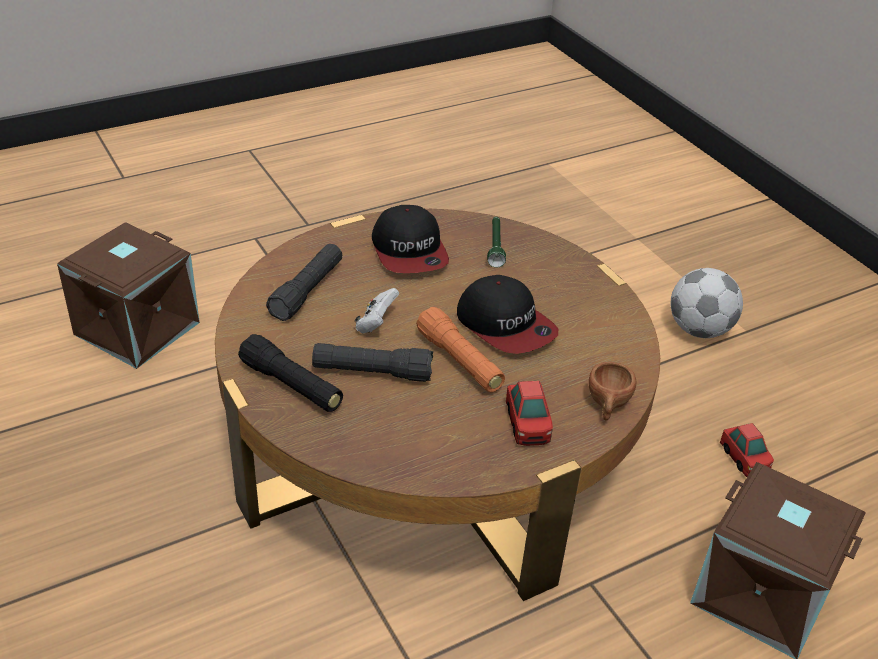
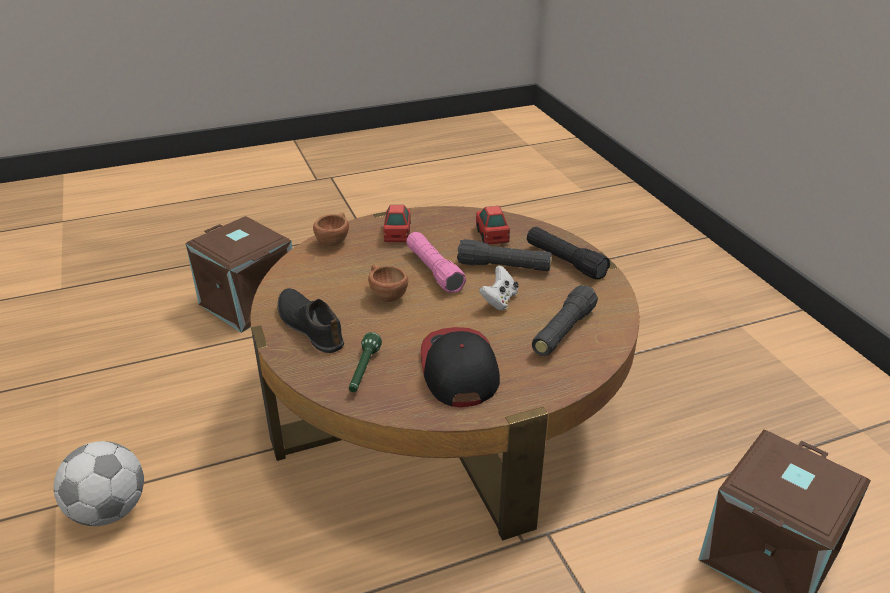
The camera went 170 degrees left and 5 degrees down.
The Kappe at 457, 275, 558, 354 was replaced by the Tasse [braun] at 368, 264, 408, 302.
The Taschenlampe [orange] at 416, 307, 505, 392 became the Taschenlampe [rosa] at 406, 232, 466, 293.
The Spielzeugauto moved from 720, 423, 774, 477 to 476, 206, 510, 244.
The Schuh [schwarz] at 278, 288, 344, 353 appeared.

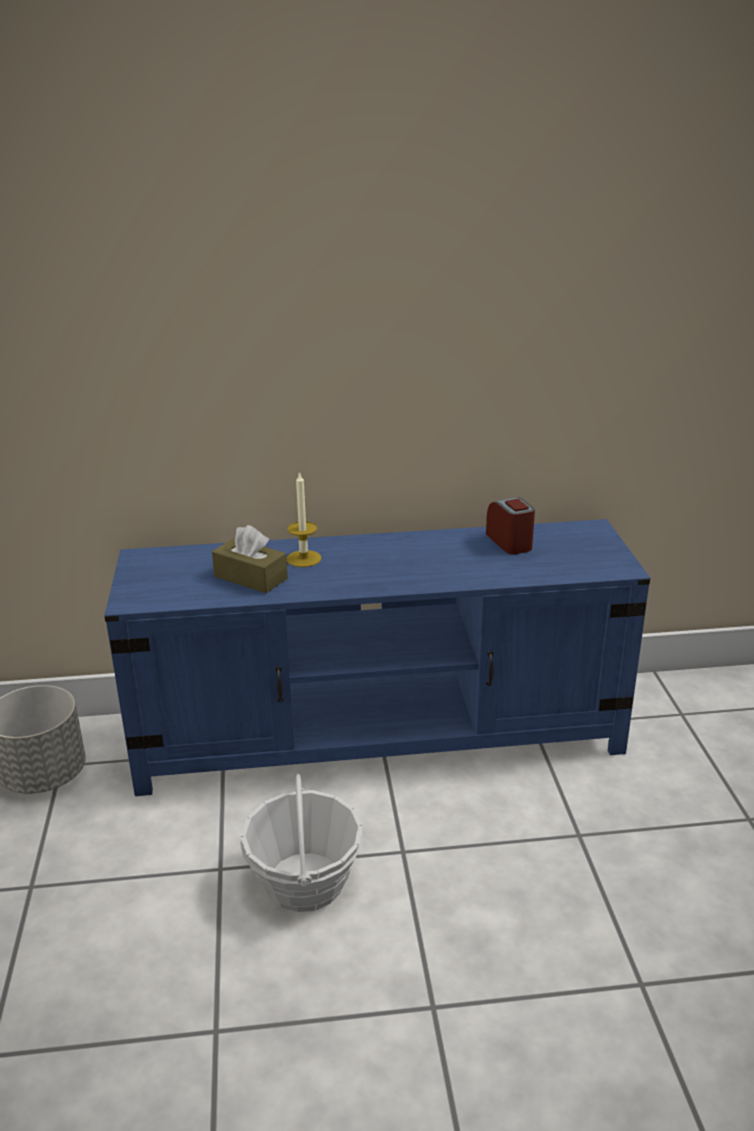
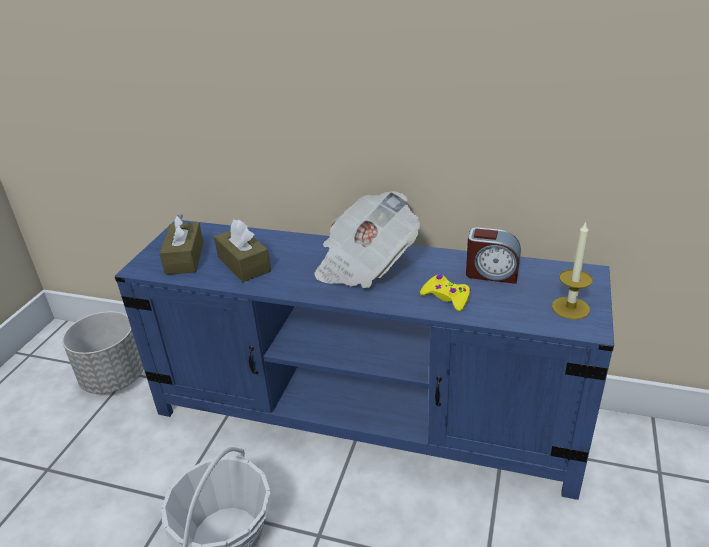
The camera went 25 degrees right and 5 degrees up.
The Kerze moved from 287, 471, 321, 567 to 552, 222, 593, 320.
The Wecker at 486, 498, 535, 555 turned 105 degrees clockwise.
The Zeitung at 314, 191, 420, 288 appeared.
The Taschentuchbox [braun] at 159, 214, 204, 275 appeared.
The Gamepad [gelb] at 420, 275, 471, 312 appeared.

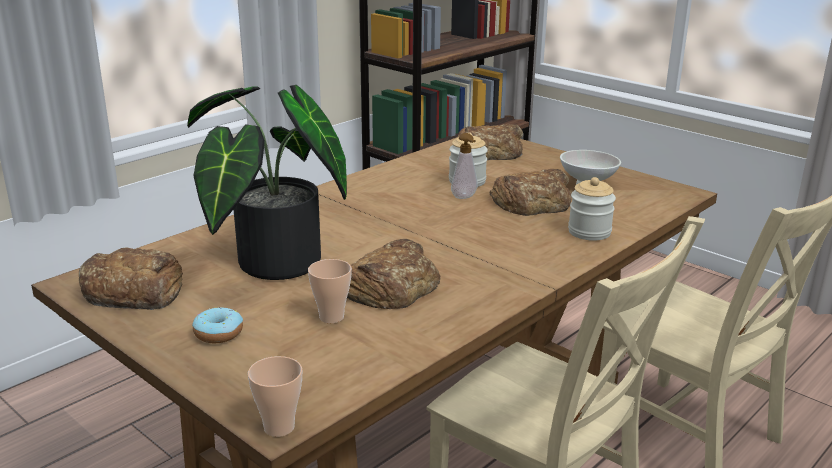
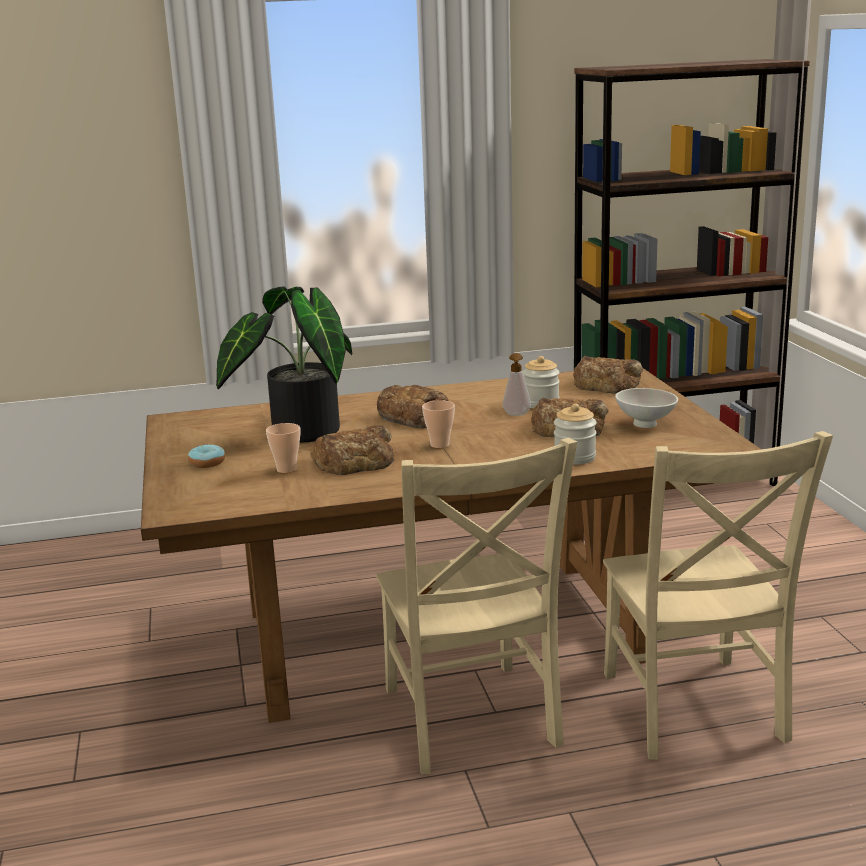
The camera went 35 degrees right and 5 degrees down.
The Brot moved from 79, 247, 183, 310 to 377, 385, 449, 429.
The Tasse moved from 248, 356, 302, 437 to 422, 400, 455, 448.

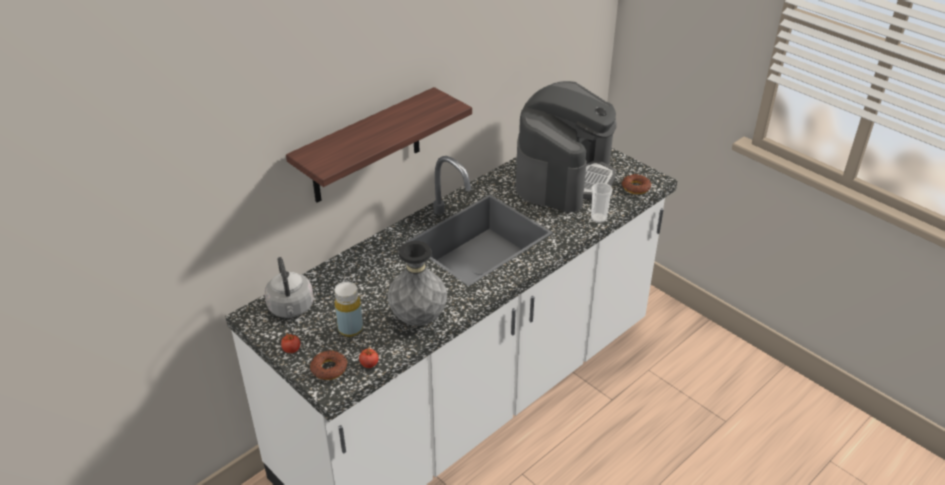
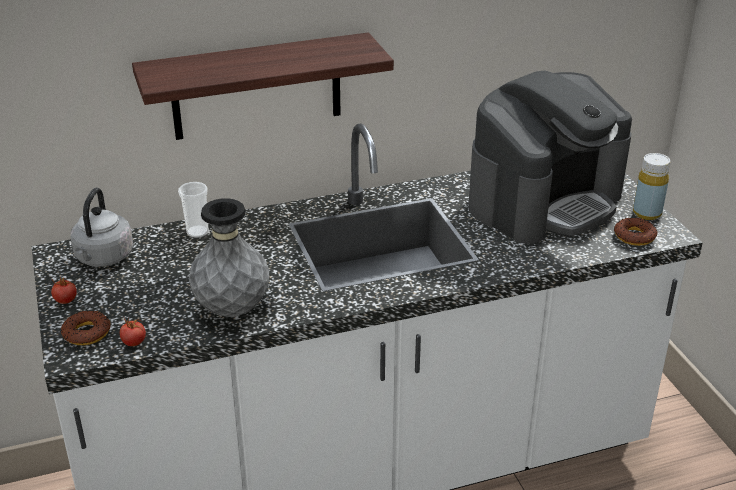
The camera went 25 degrees right and 5 degrees down.
The Tasse moved from 591, 183, 613, 223 to 178, 182, 209, 238.
The Flasche [gelb] moved from 334, 282, 363, 337 to 633, 153, 670, 220.

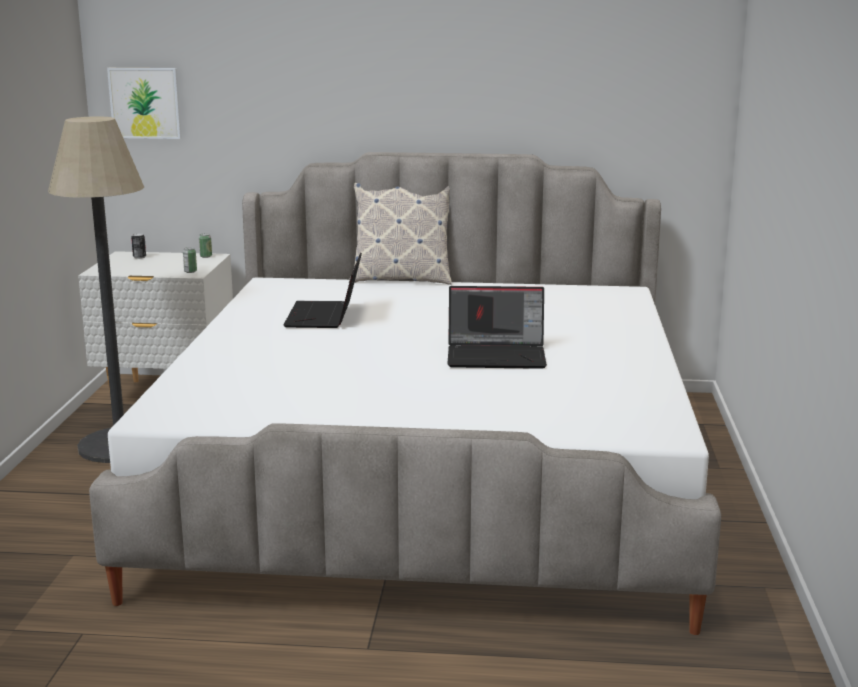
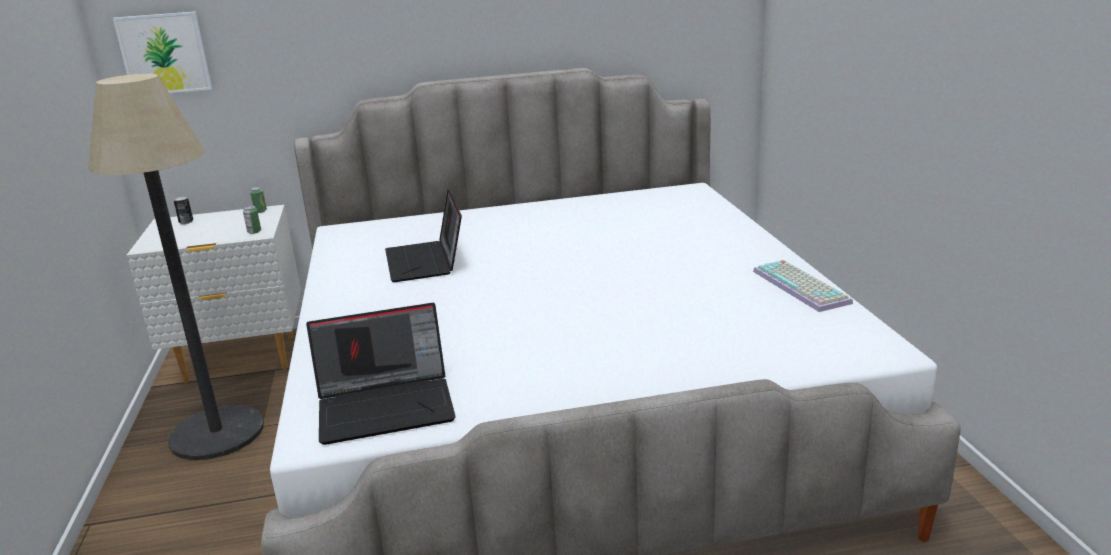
The camera went 15 degrees left and 5 degrees up.
The Kissen at 349, 183, 452, 285 disappeared.
The Laptop moved from 447, 286, 547, 369 to 306, 303, 456, 445.
The Tastatur at 753, 260, 853, 312 appeared.

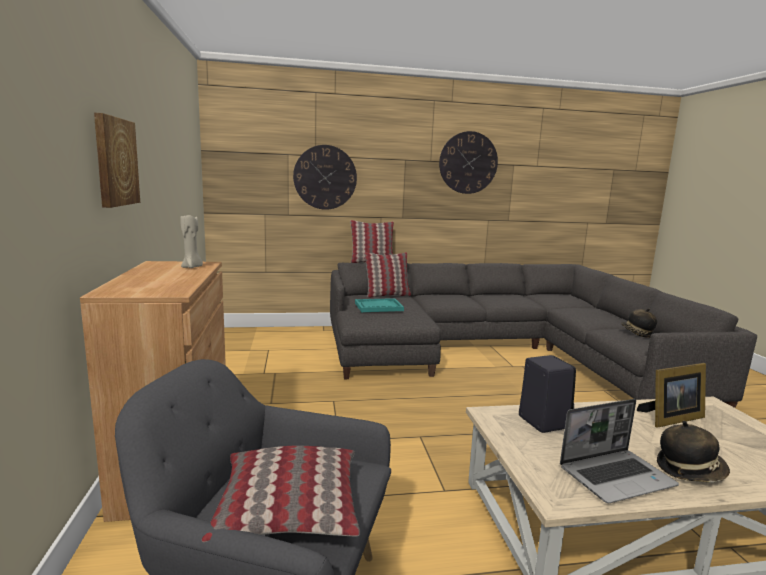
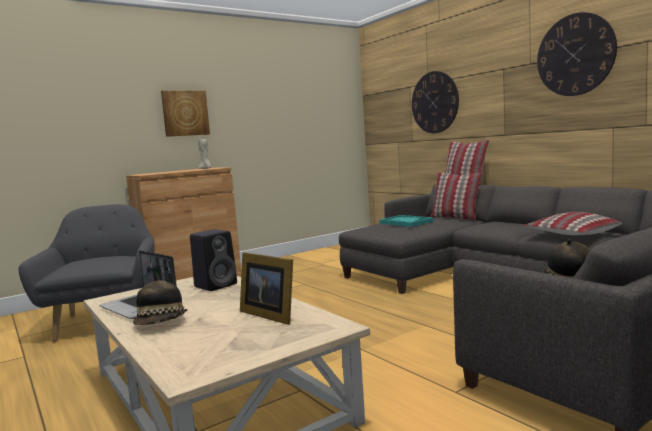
The camera went 65 degrees right and 5 degrees down.
The Kissen moved from 202, 446, 360, 542 to 524, 212, 622, 235.

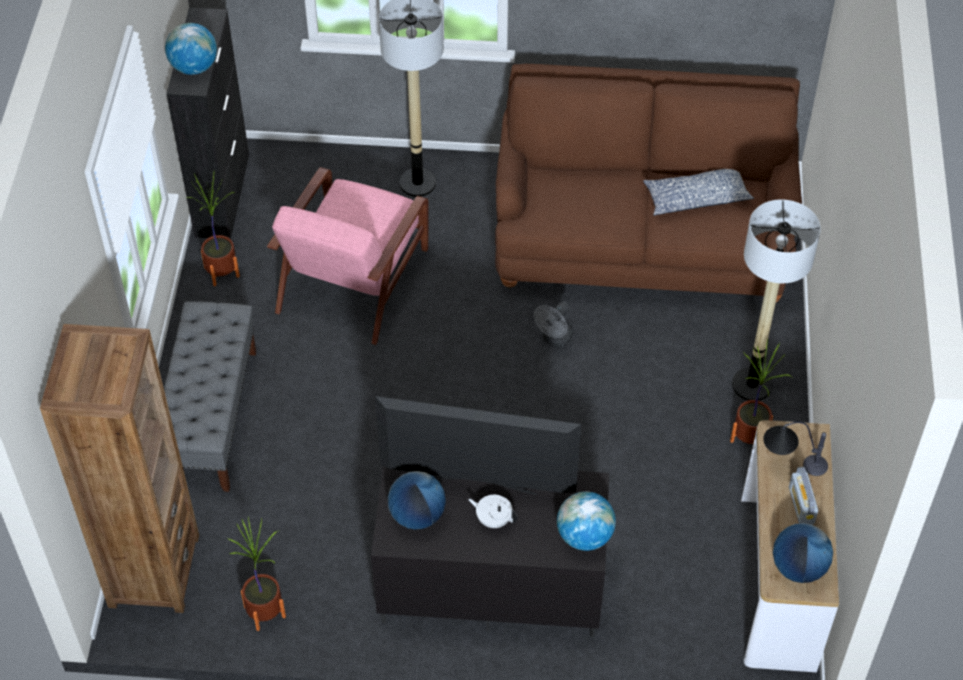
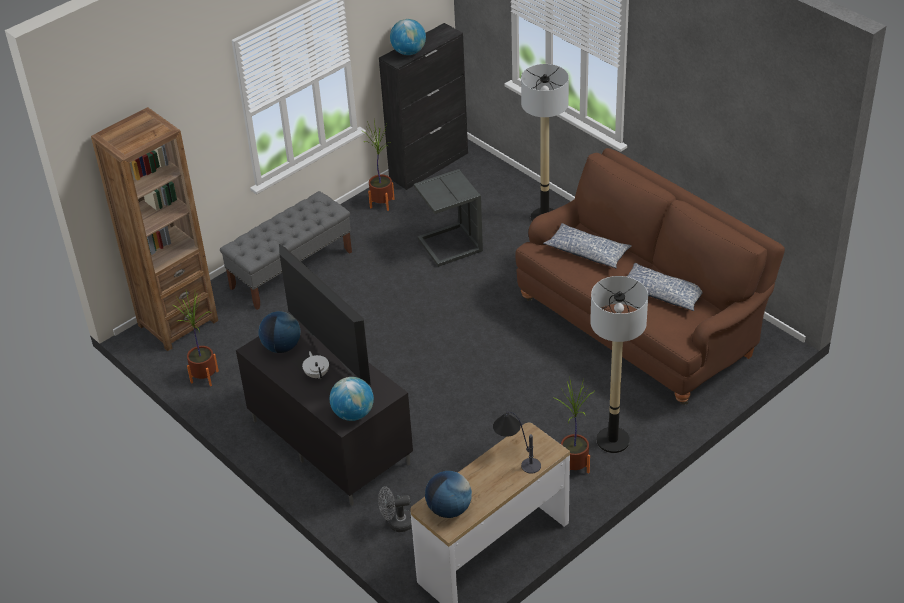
The camera went 45 degrees right and 10 degrees down.
The Sessel [rosa] at 267, 167, 428, 345 was replaced by the Beistelltisch [grau] at 414, 169, 483, 267.
The Ventilator [grau] moved from 534, 301, 573, 347 to 378, 486, 412, 532.
The Radio at 789, 467, 818, 525 disappeared.
The Kissen at 543, 223, 632, 268 appeared.

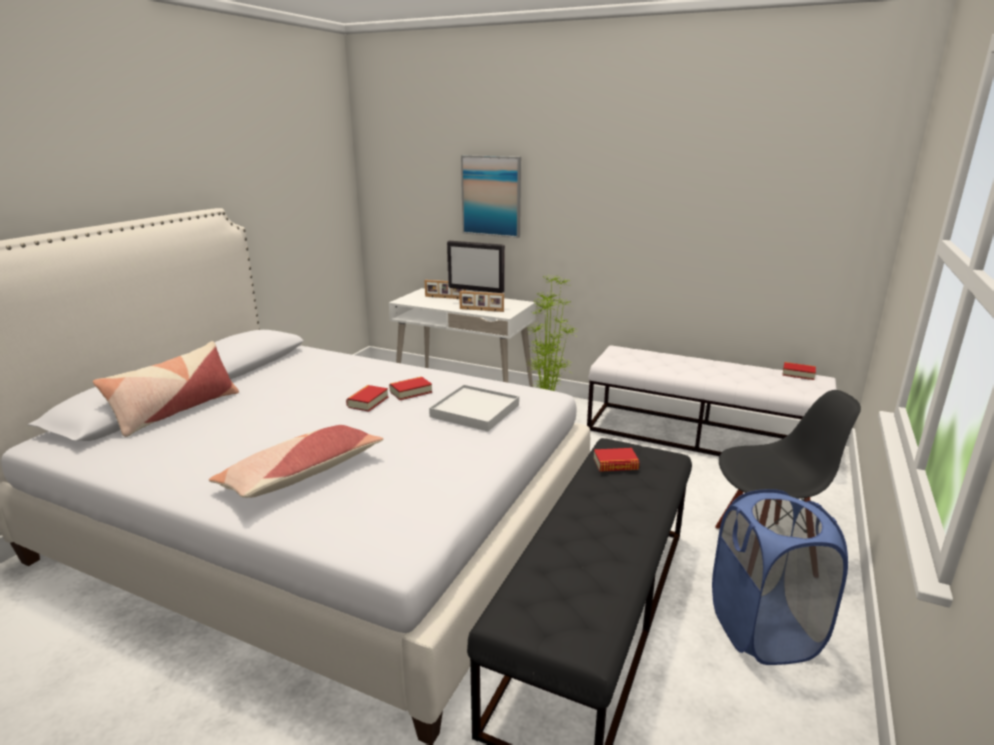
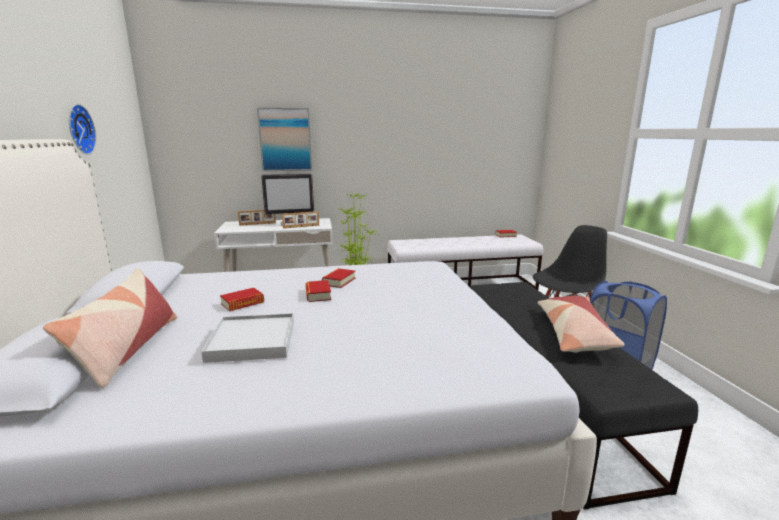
The camera went 35 degrees left and 5 degrees down.
The Tablett [weiß] moved from 429, 384, 519, 431 to 201, 313, 294, 363.
The Kissen moved from 209, 425, 383, 498 to 538, 296, 625, 353.
The Buch moved from 593, 448, 639, 472 to 220, 288, 264, 311.
The Wanduhr at 69, 104, 96, 155 appeared.

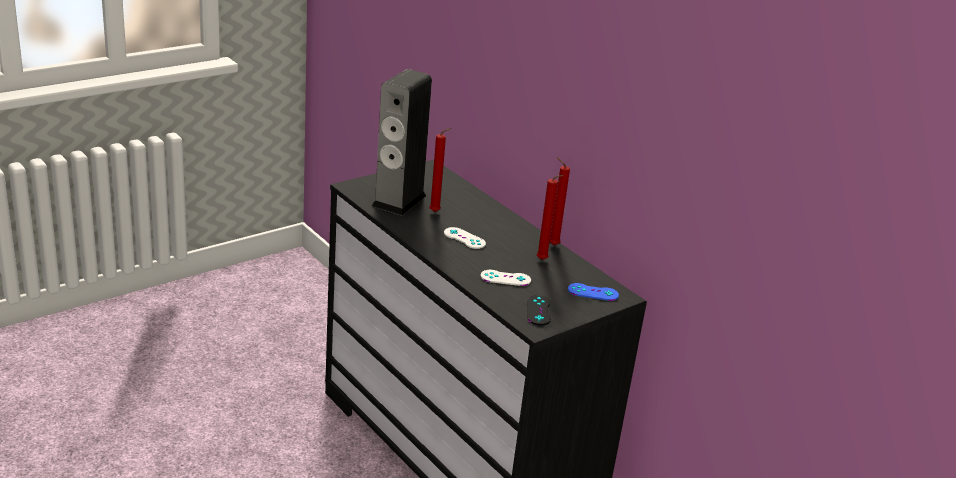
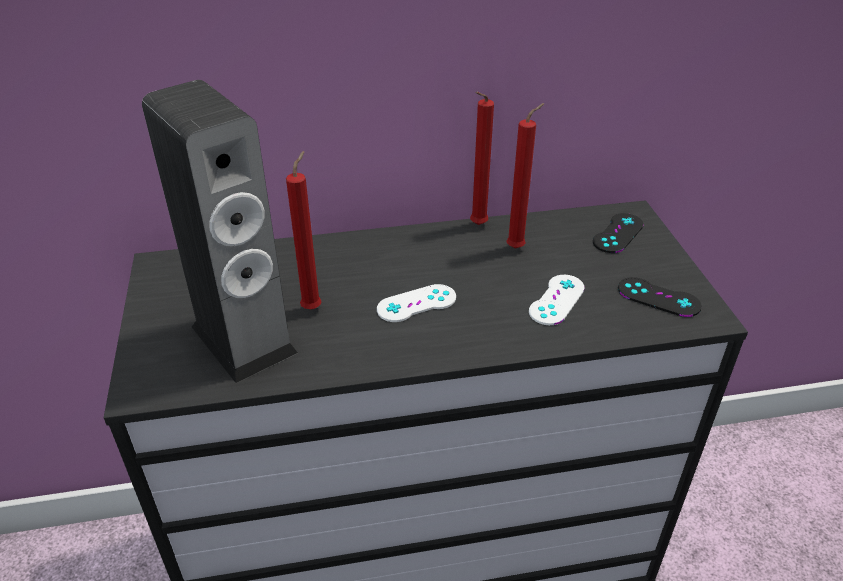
The camera went 60 degrees left and 10 degrees up.
The Gamepad [blau] at 568, 283, 619, 301 became the Gamepad [schwarz] at 593, 213, 644, 253.

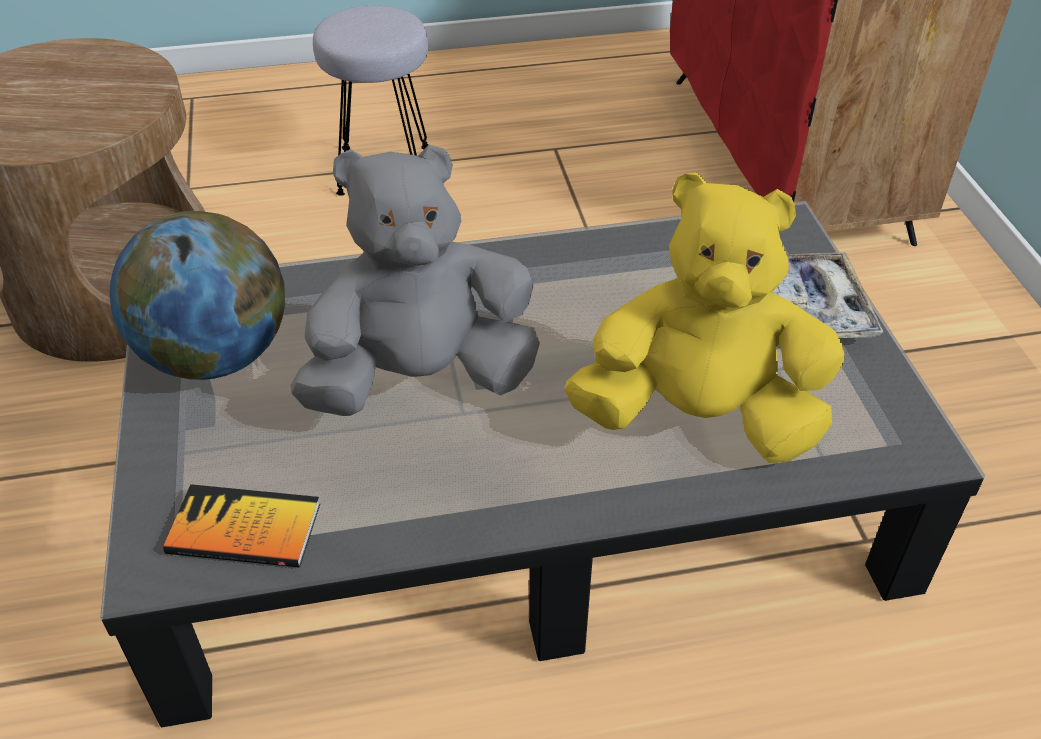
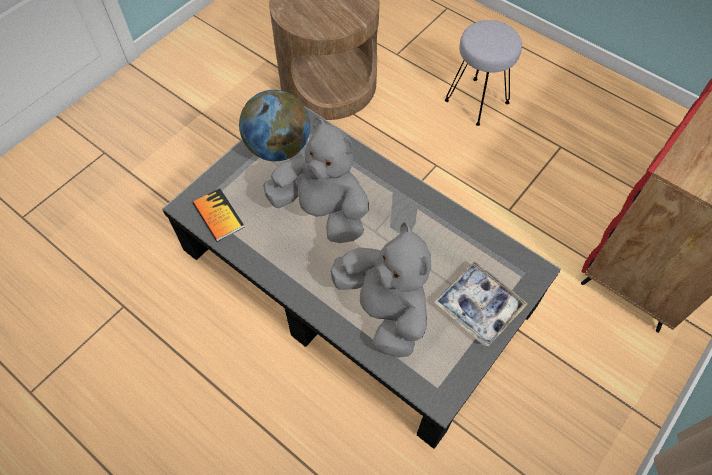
The camera went 50 degrees right and 15 degrees up.
The Plüschtier [gelb] at 565, 172, 845, 463 became the Plüschtier [grau] at 330, 222, 431, 358.

